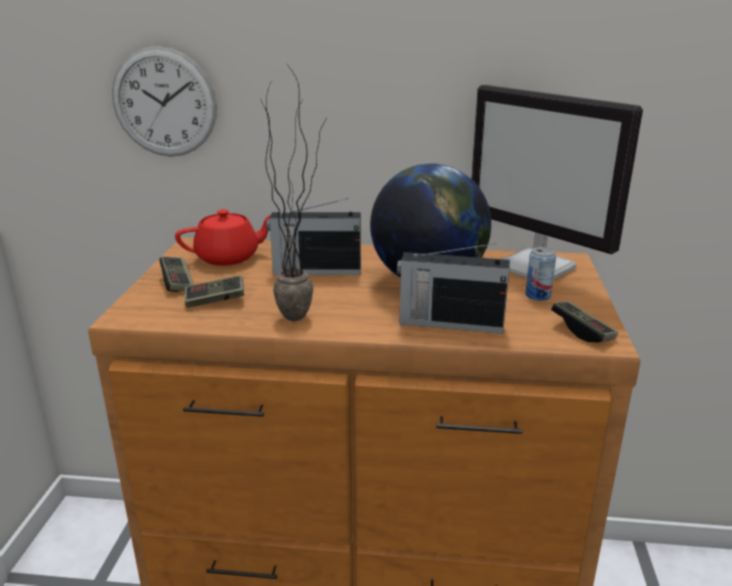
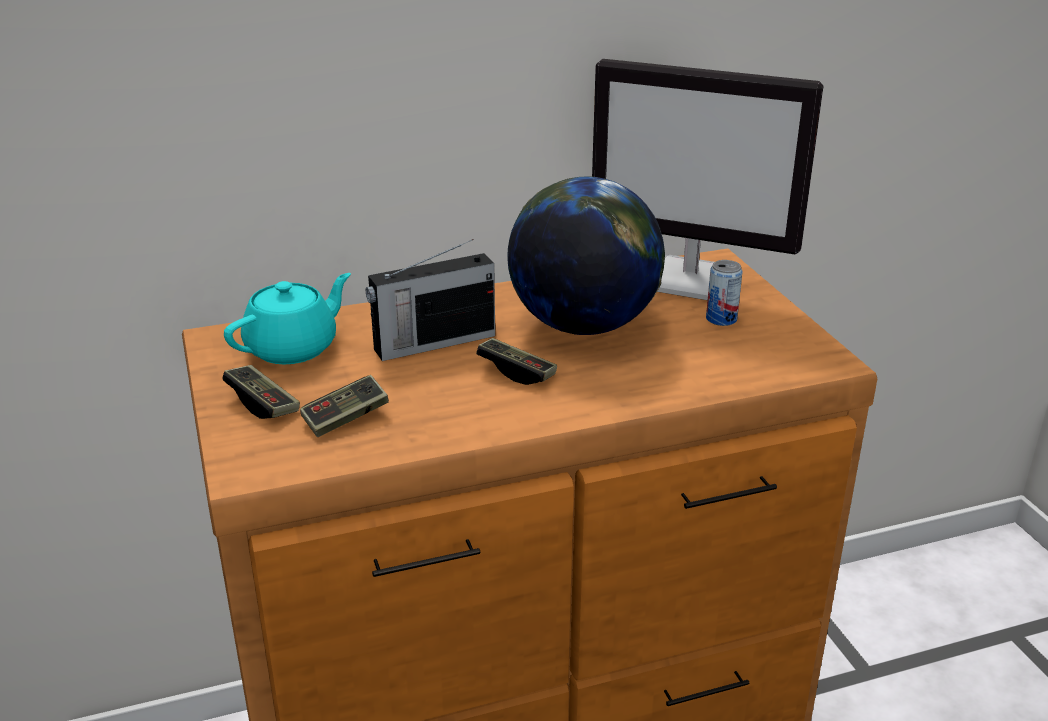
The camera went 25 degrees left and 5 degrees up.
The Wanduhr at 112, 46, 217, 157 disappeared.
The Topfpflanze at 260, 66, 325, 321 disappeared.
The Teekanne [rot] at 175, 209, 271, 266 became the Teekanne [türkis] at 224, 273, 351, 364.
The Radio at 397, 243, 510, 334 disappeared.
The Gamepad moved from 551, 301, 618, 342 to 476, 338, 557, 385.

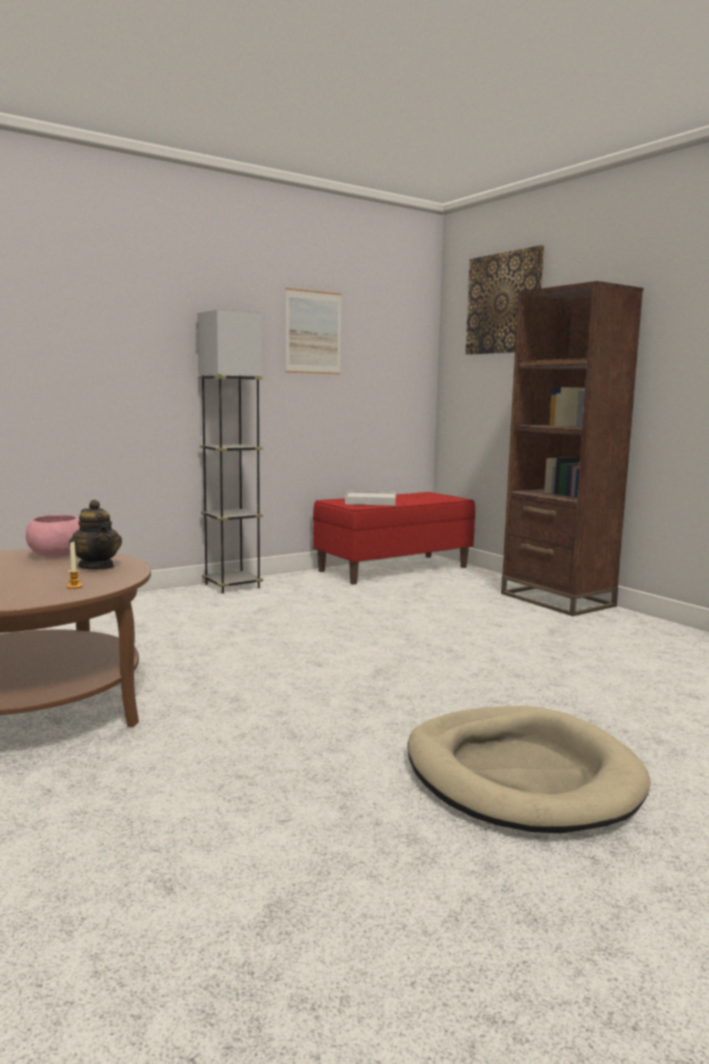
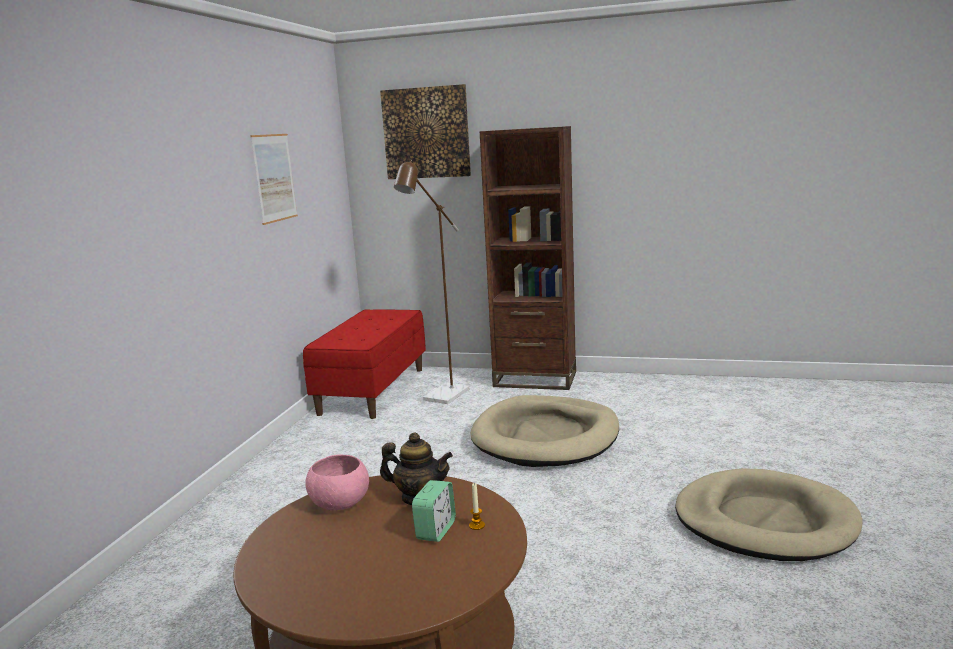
The camera went 40 degrees left and 5 degrees up.
The Stehlampe [grau] at 198, 309, 263, 594 disappeared.
The Tablett [weiß] at 345, 490, 396, 506 disappeared.
The Stehlampe [braun] at 394, 160, 469, 404 appeared.
The Hundebett [beige] at 471, 395, 619, 467 appeared.
The Wecker at 412, 480, 456, 542 appeared.

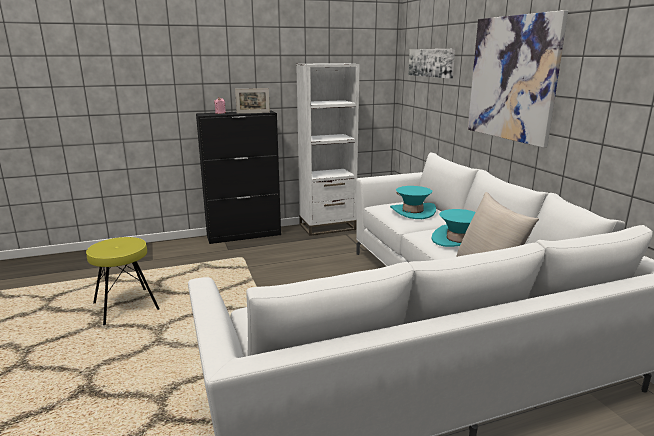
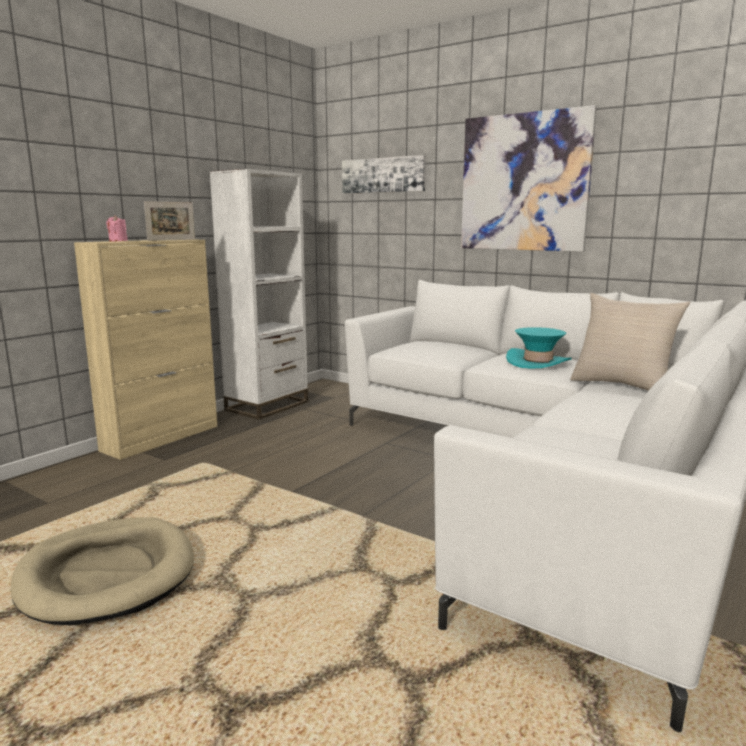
The camera went 35 degrees left and 5 degrees down.
The Schrank [schwarz] at 196, 110, 281, 244 became the Schrank [beige] at 74, 240, 217, 460.
The Hut [türkis] at 390, 186, 436, 219 disappeared.
The Hocker [gelb] at 86, 237, 160, 325 was replaced by the Hundebett [beige] at 11, 517, 194, 625.

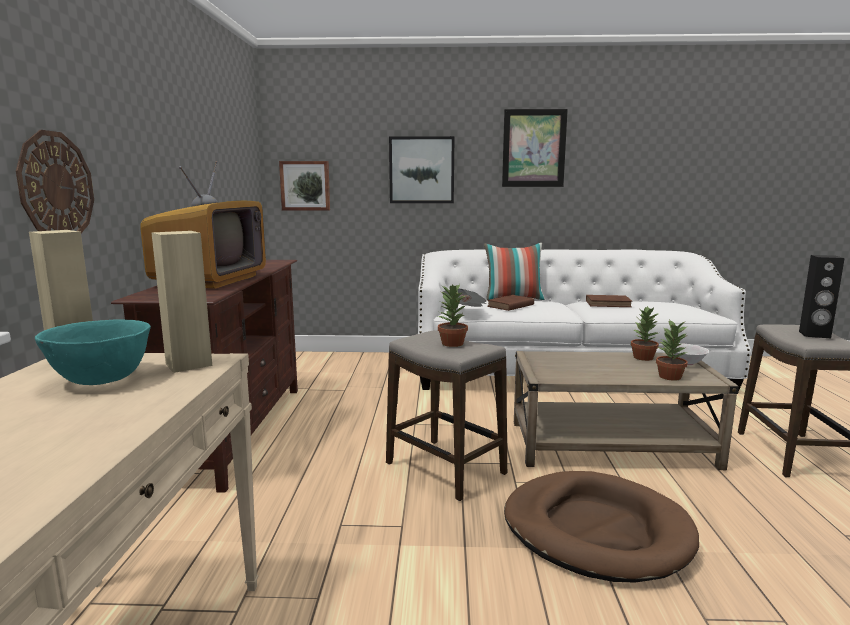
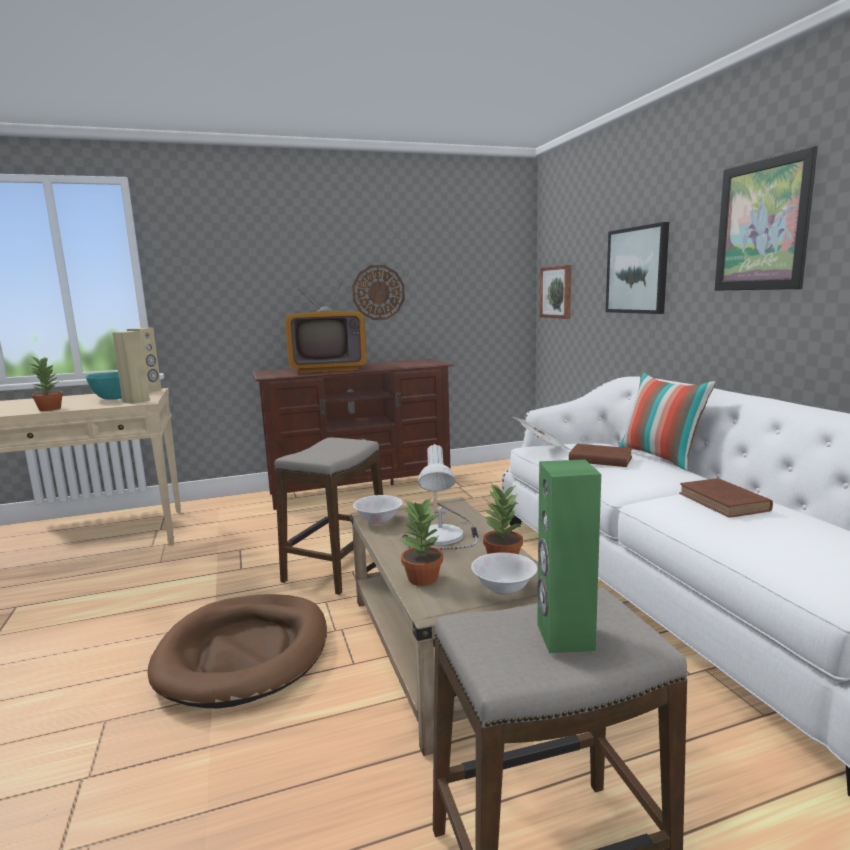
The camera went 70 degrees right and 0 degrees up.
The Wanduhr moved from 16, 130, 94, 233 to 352, 265, 405, 320.
The Lautsprecher [schwarz] at 799, 255, 845, 338 became the Lautsprecher [grün] at 537, 459, 601, 653.
The Topfpflanze moved from 438, 284, 468, 347 to 29, 357, 63, 411.
The Tischlampe at 402, 444, 479, 550 appeared.
The Schüssel [weiß] at 353, 495, 403, 524 appeared.

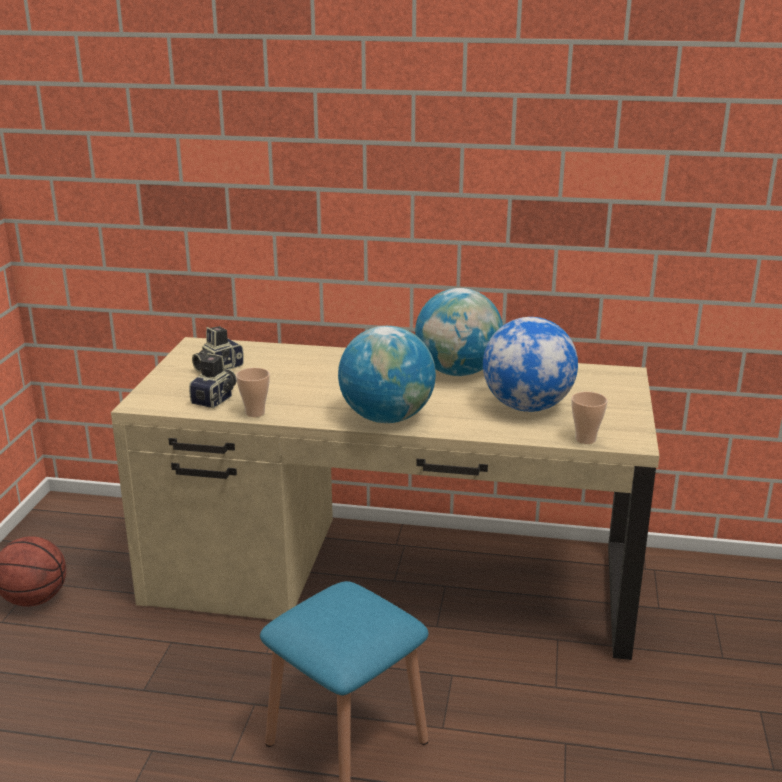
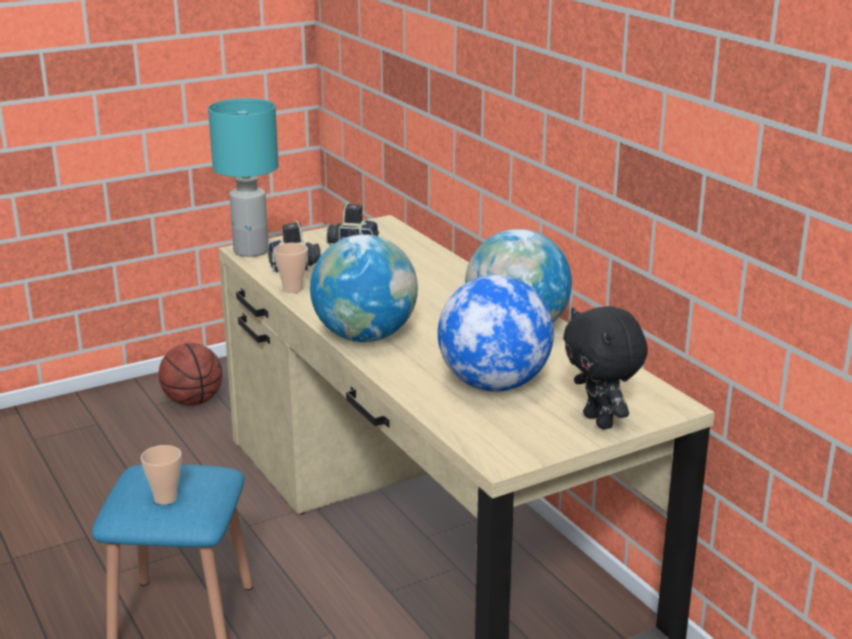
The camera went 50 degrees right and 0 degrees up.
The Tasse moved from 571, 392, 608, 444 to 141, 445, 182, 505.
The Tischlampe [türkis] at 208, 98, 279, 257 appeared.
The Plüschtier [schwarz] at 563, 306, 648, 429 appeared.

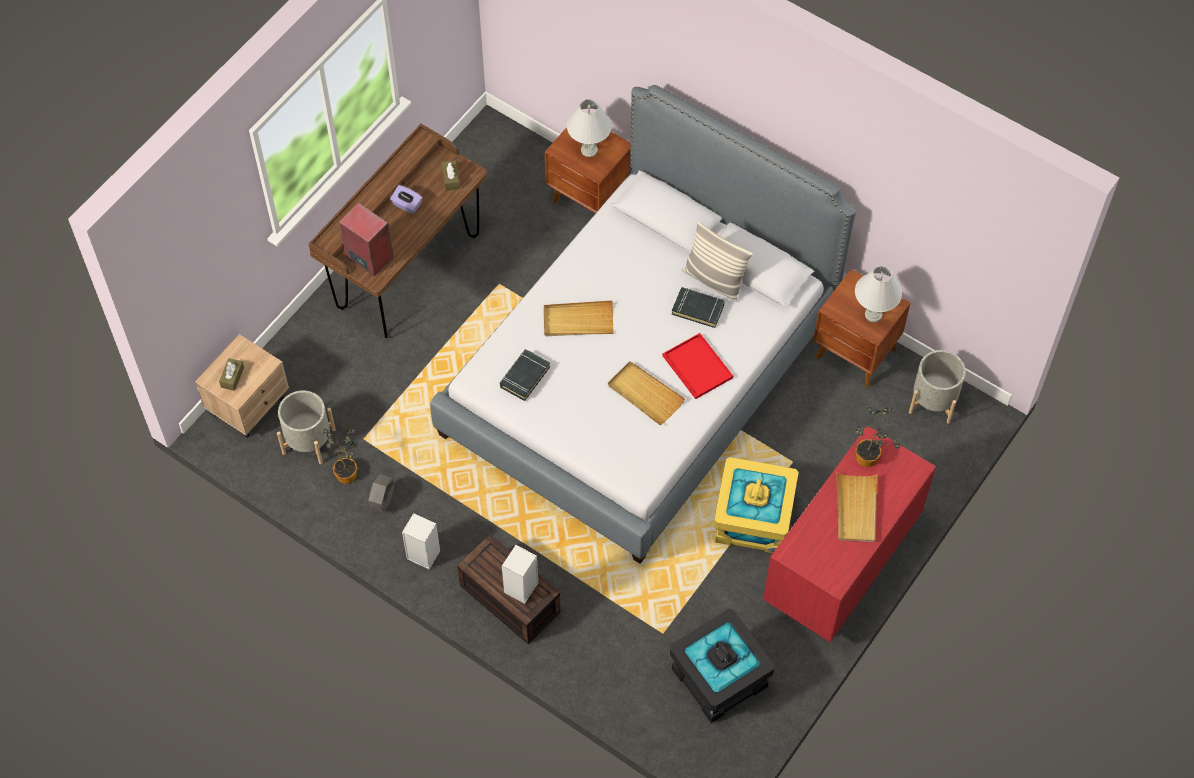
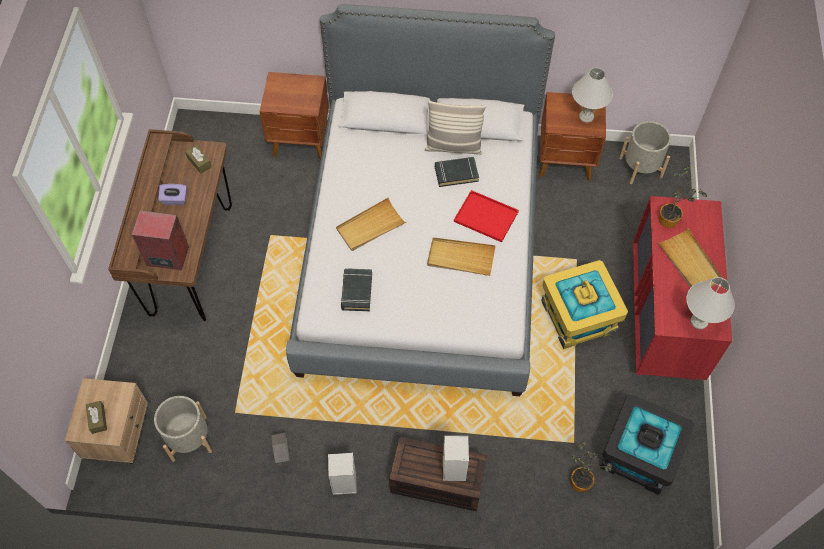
The camera went 30 degrees left and 0 degrees up.
The Tischlampe [weiß] moved from 567, 99, 612, 157 to 686, 277, 735, 329.
The Topfpflanze moved from 323, 428, 357, 484 to 571, 441, 612, 492.

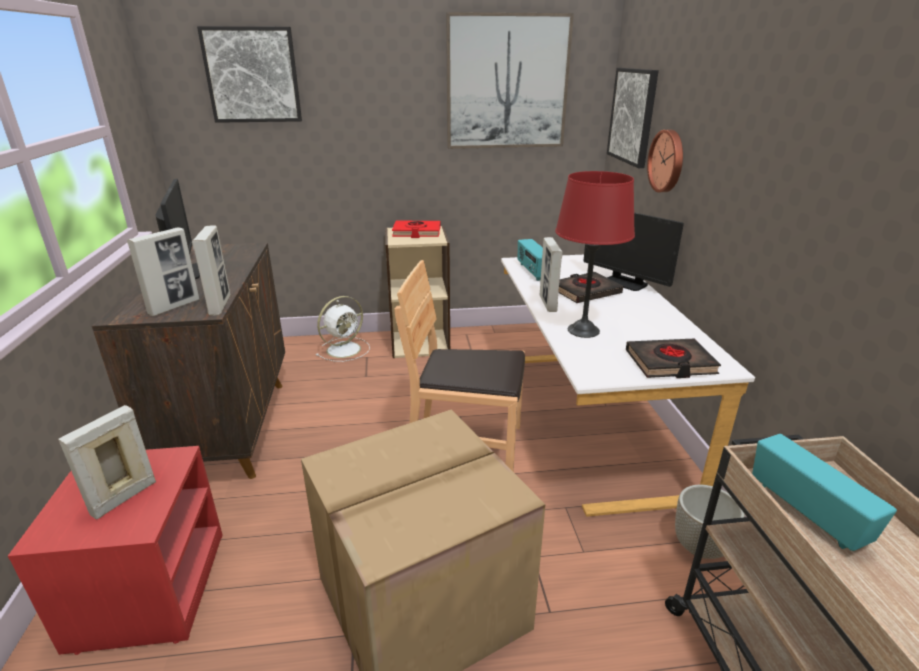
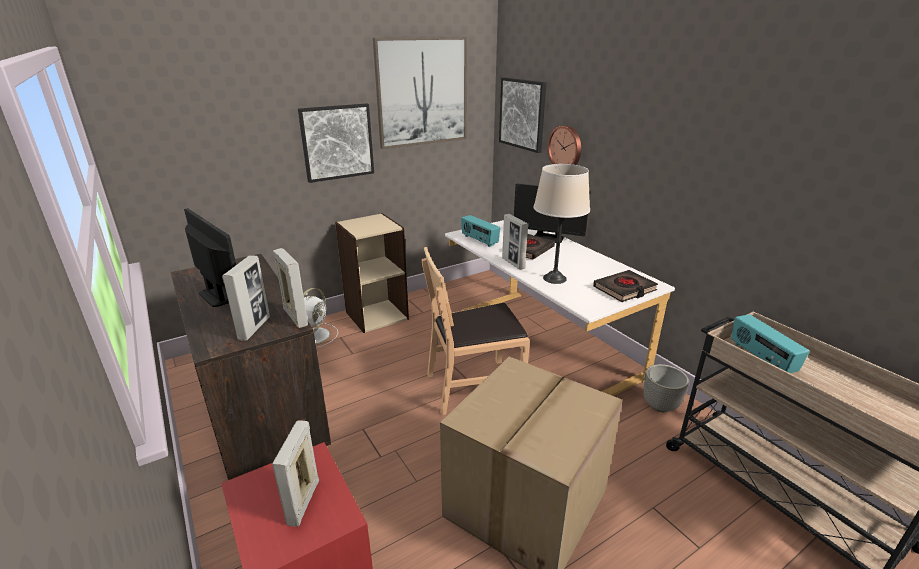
The camera went 25 degrees left and 0 degrees up.
The Bild moved from 197, 26, 302, 123 to 298, 103, 374, 183.
The Tischlampe [rot] at 555, 171, 635, 338 became the Tischlampe [beige] at 534, 164, 590, 284.
The Buch [rot] at 392, 221, 440, 238 disappeared.
The Radio at 752, 434, 897, 551 turned 150 degrees counterclockwise.

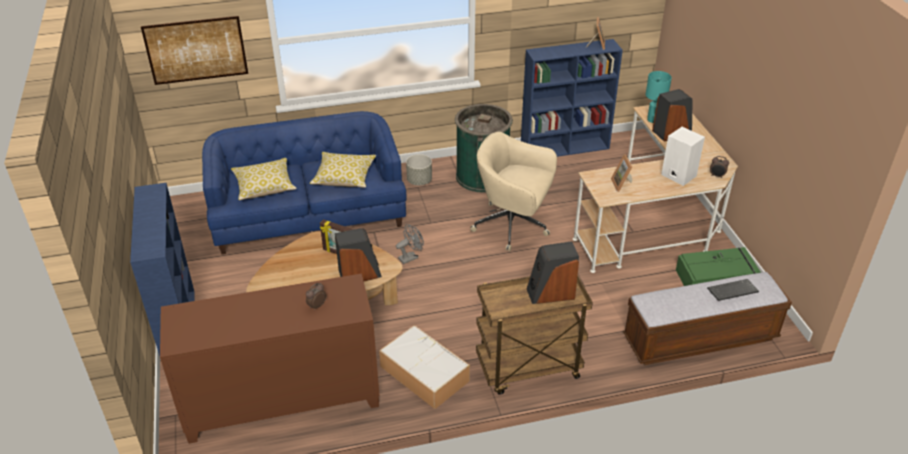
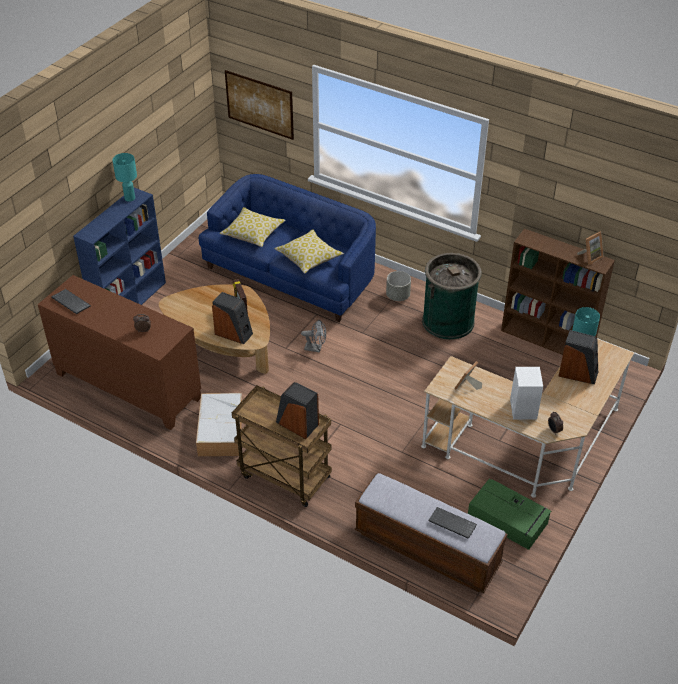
The camera went 45 degrees right and 5 degrees up.
The Bücherregal [blau] at 521, 39, 623, 157 became the Bücherregal [braun] at 501, 229, 615, 355.
The Bürostuhl [beige] at 470, 132, 557, 251 disappeared.
The Tischlampe [türkis] at 112, 153, 137, 202 appeared.
The Tastatur at 51, 289, 91, 314 appeared.

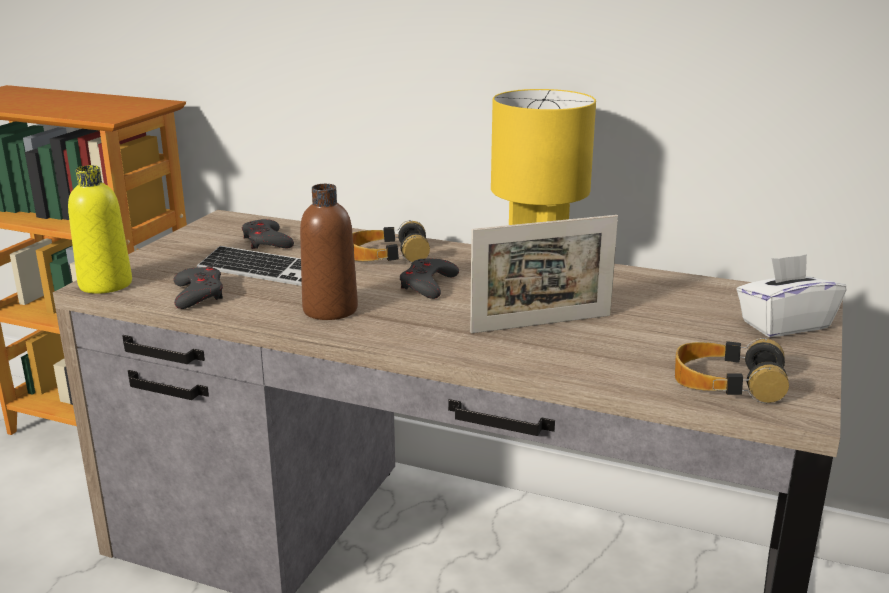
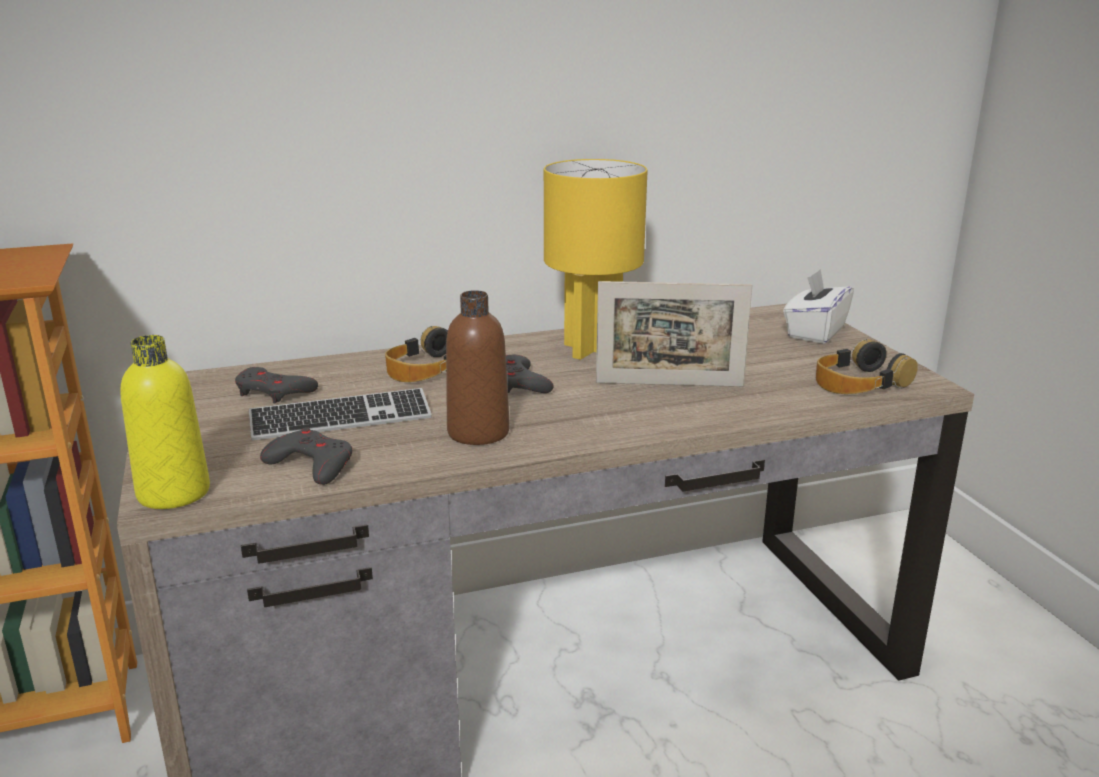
The camera went 40 degrees left and 0 degrees up.
The Bilderrahmen at 470, 215, 618, 333 turned 60 degrees clockwise.

